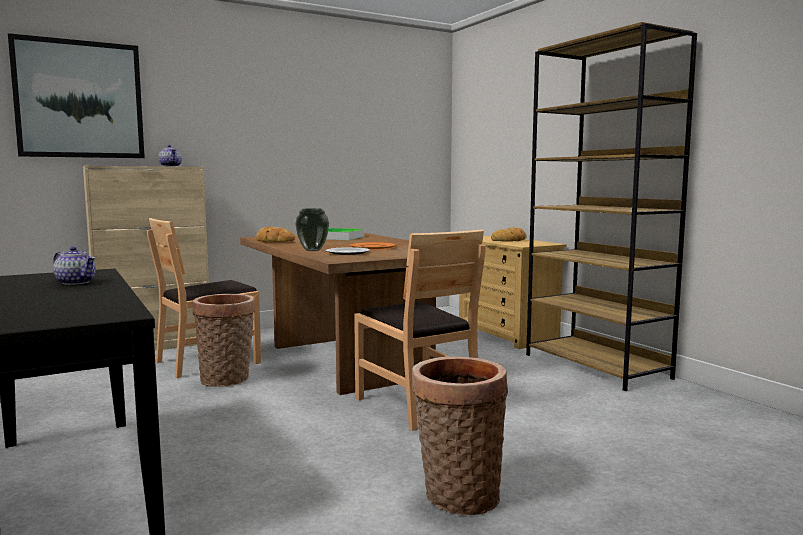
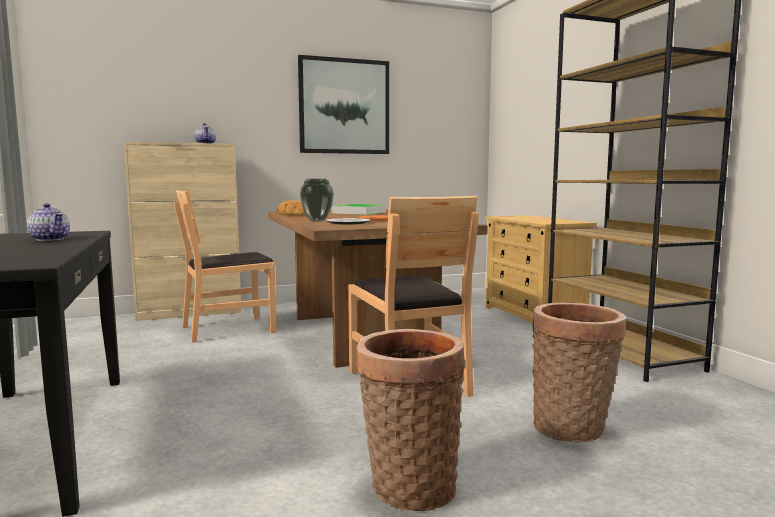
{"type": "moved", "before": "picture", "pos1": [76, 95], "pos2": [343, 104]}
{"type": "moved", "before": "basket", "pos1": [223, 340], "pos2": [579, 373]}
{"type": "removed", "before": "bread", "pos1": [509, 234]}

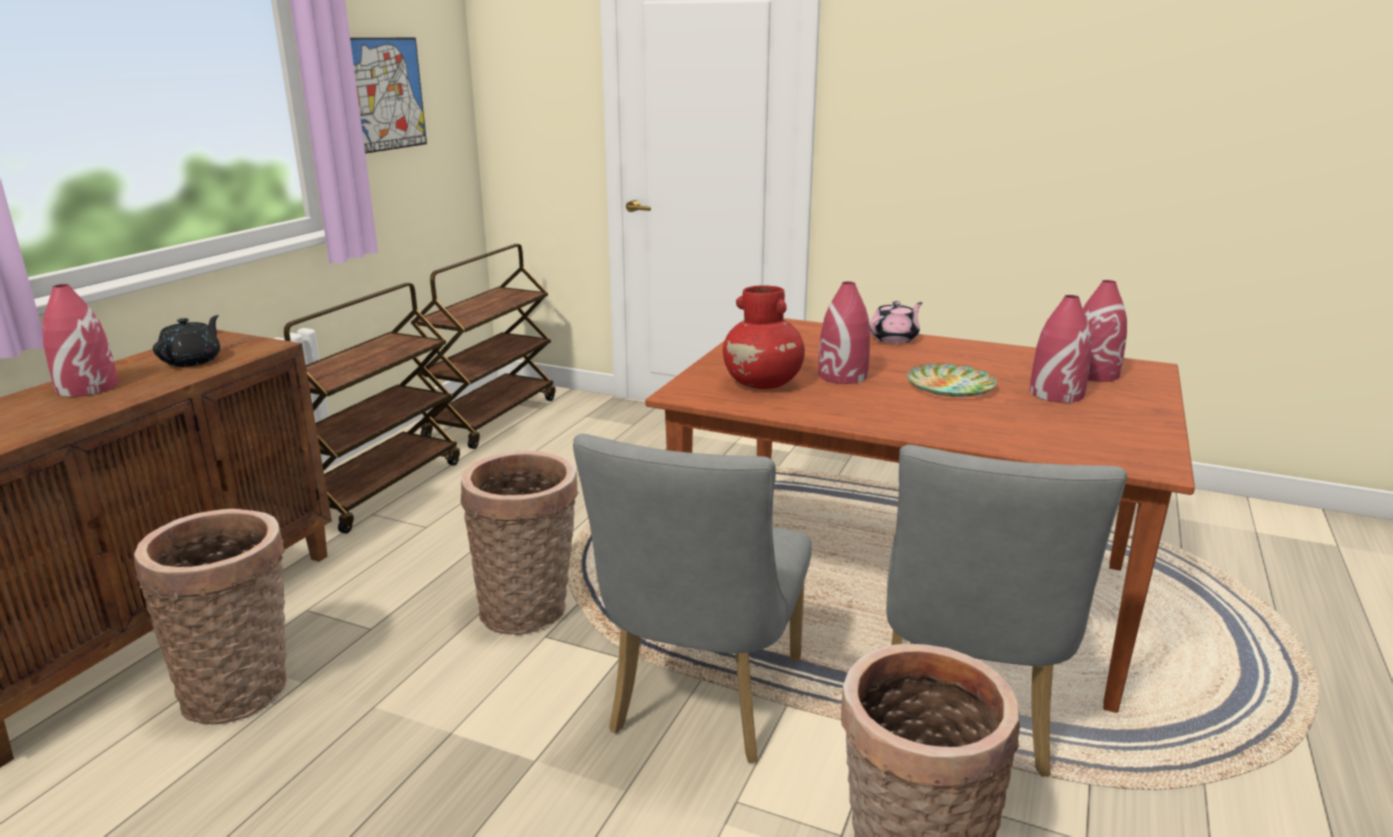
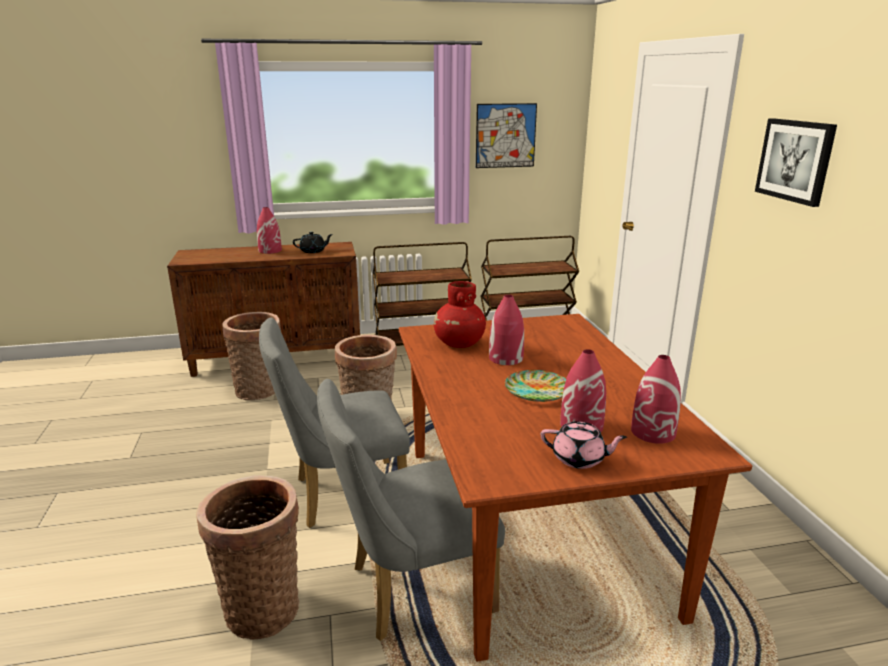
{"type": "moved", "before": "pink_teapot", "pos1": [896, 322], "pos2": [584, 445]}
{"type": "added", "after": "picture", "pos2": [796, 162]}

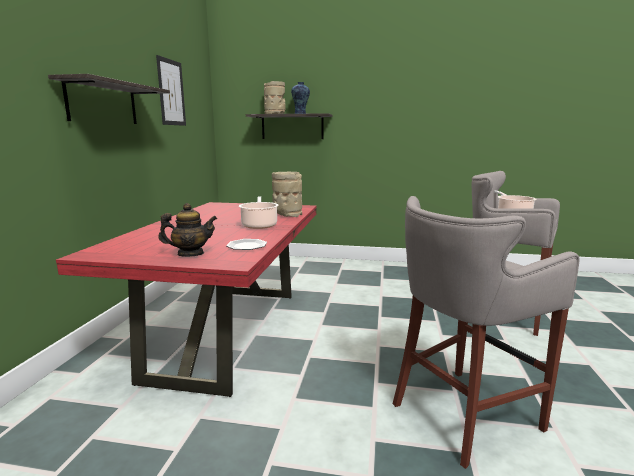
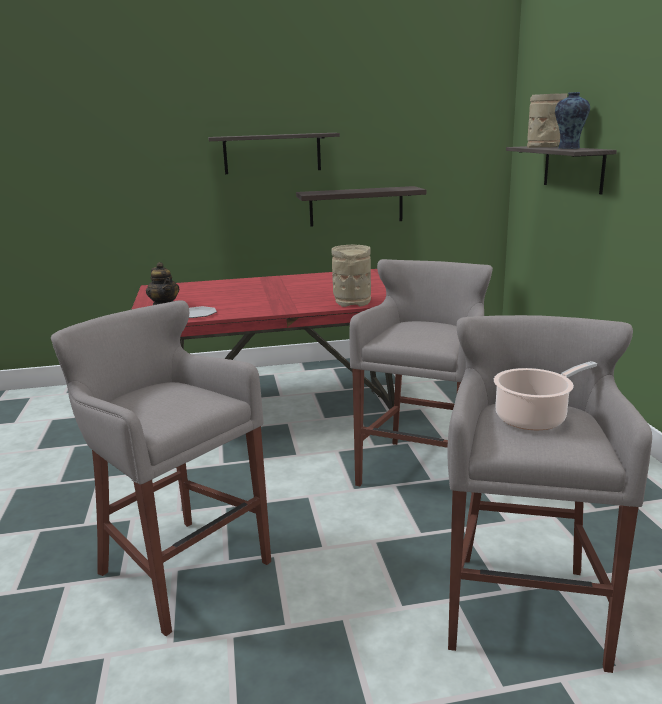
{"type": "removed", "before": "picture", "pos1": [171, 90]}
{"type": "removed", "before": "cooking_pot", "pos1": [259, 213]}
{"type": "added", "after": "shelf", "pos2": [361, 206]}
{"type": "added", "after": "grey_stool", "pos2": [421, 372]}

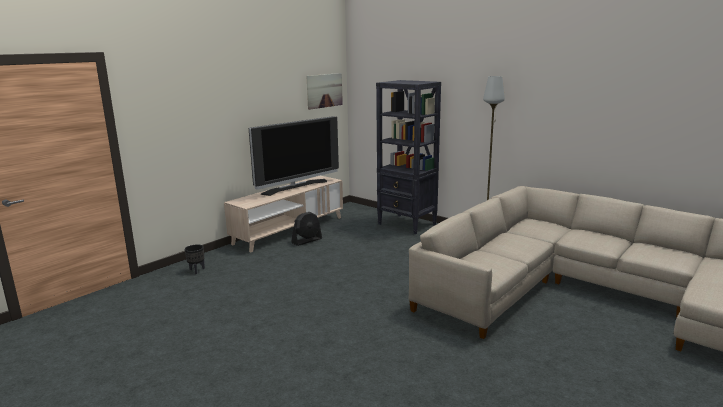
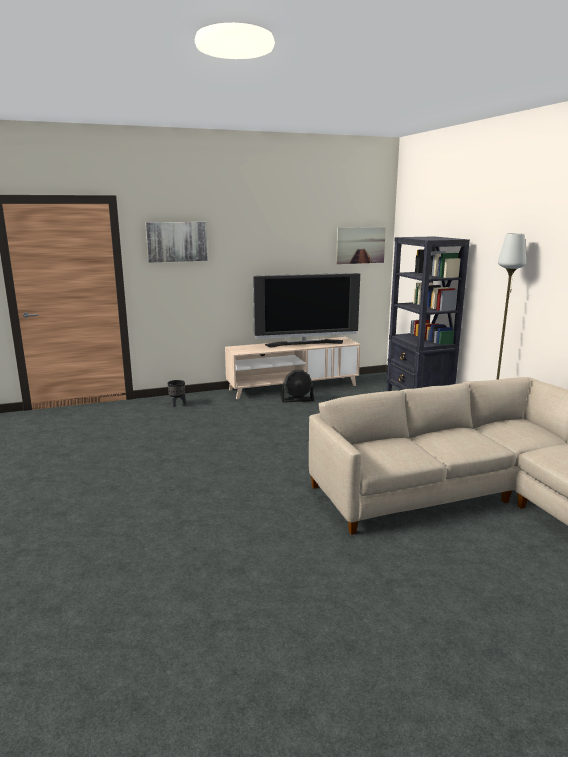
{"type": "added", "after": "picture", "pos2": [176, 242]}

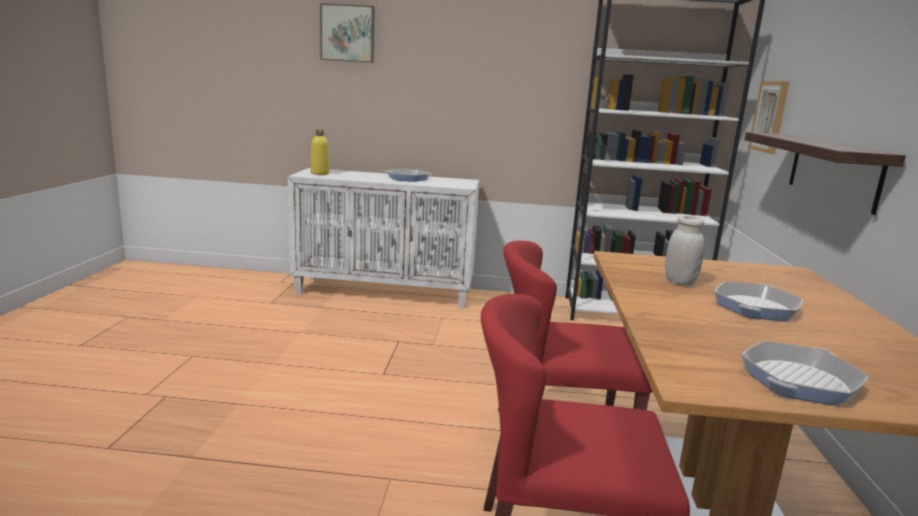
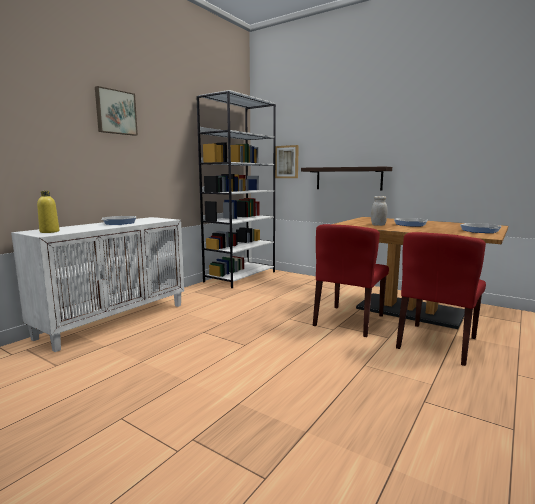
{"type": "moved", "before": "picture", "pos1": [347, 33], "pos2": [116, 111]}

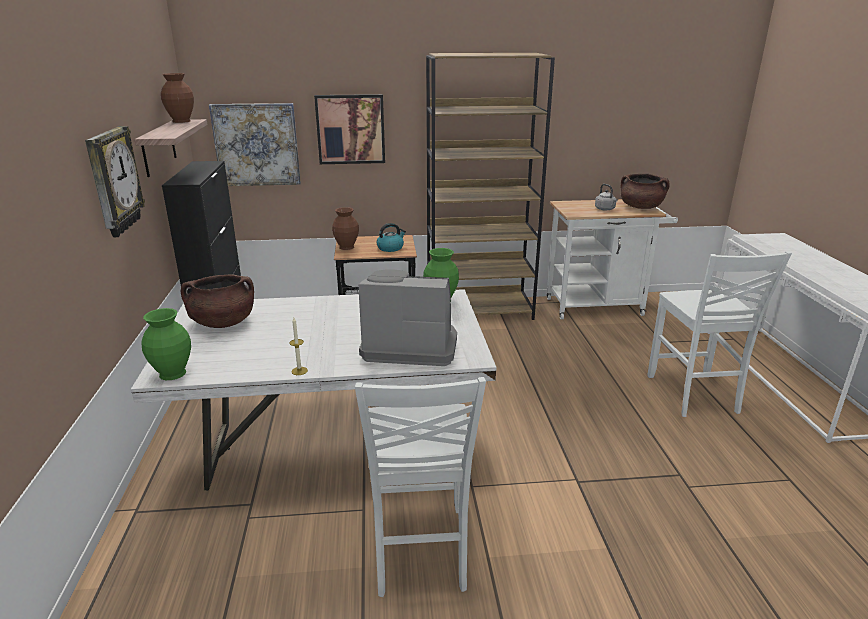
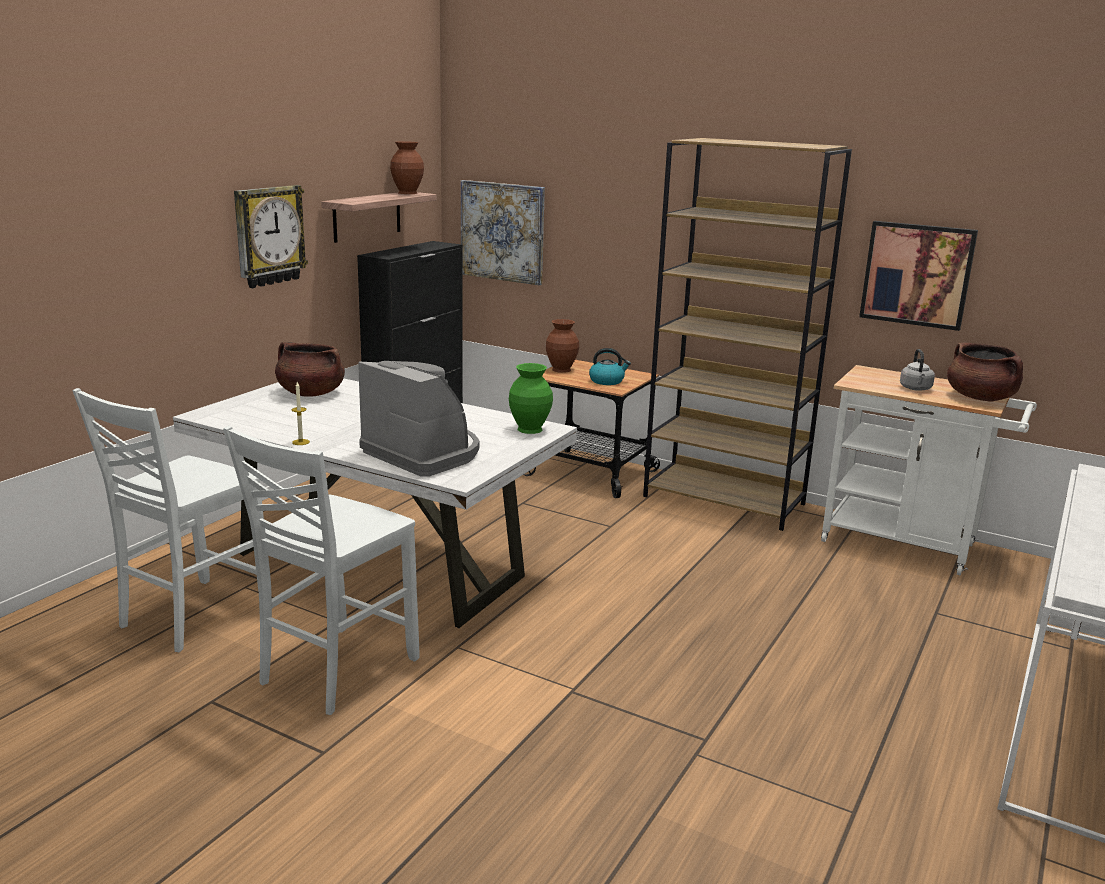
{"type": "removed", "before": "green_vase", "pos1": [166, 344]}
{"type": "moved", "before": "picture", "pos1": [349, 129], "pos2": [918, 276]}
{"type": "moved", "before": "white_chair", "pos1": [720, 334], "pos2": [168, 520]}

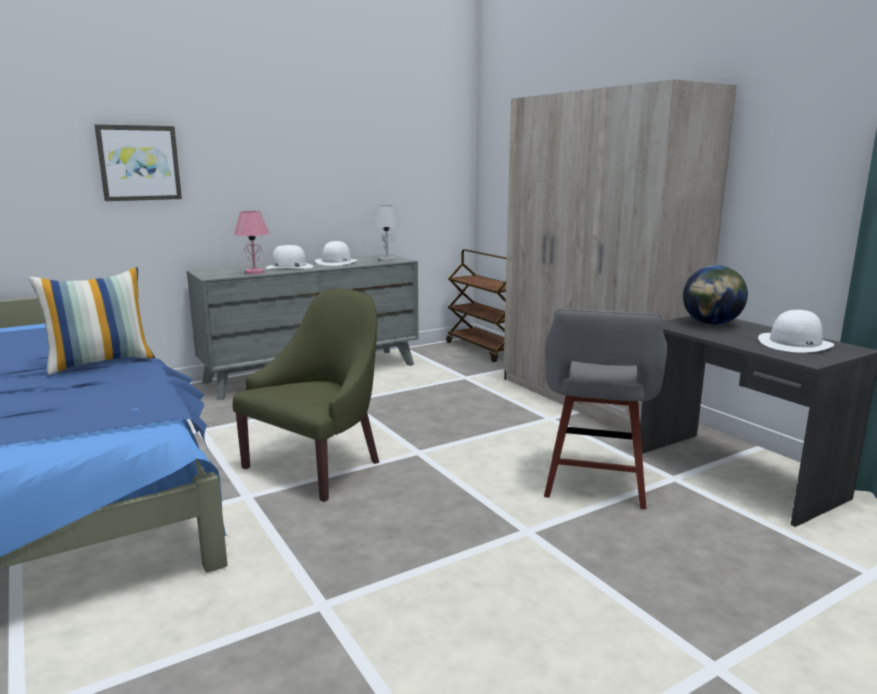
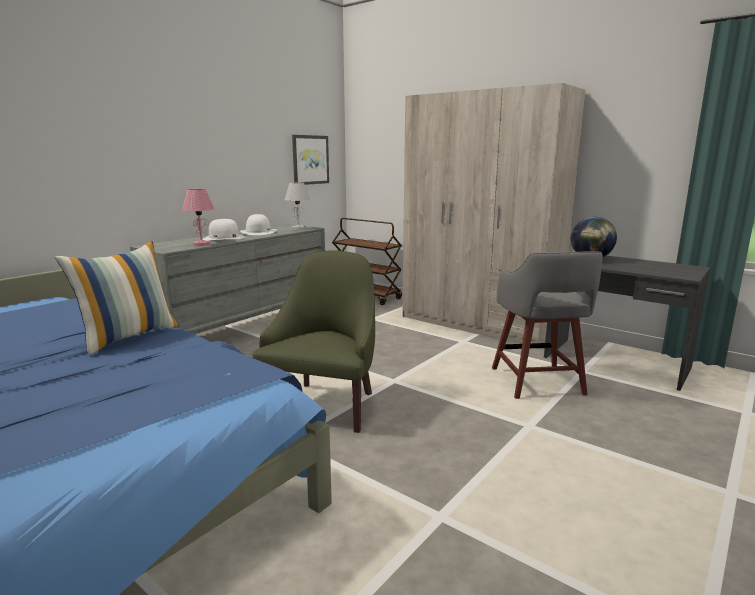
{"type": "moved", "before": "picture", "pos1": [138, 162], "pos2": [310, 160]}
{"type": "removed", "before": "white_hat", "pos1": [796, 331]}

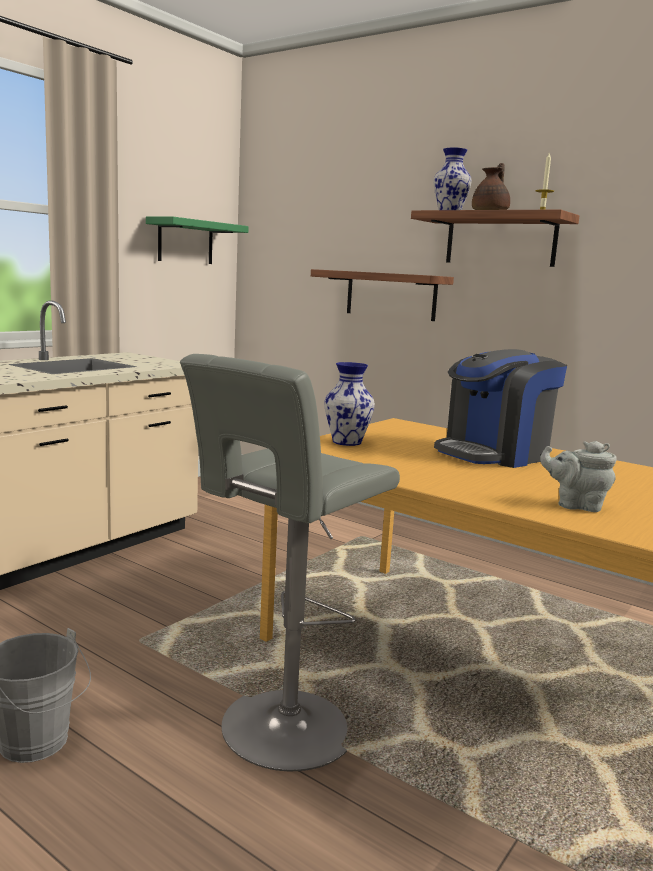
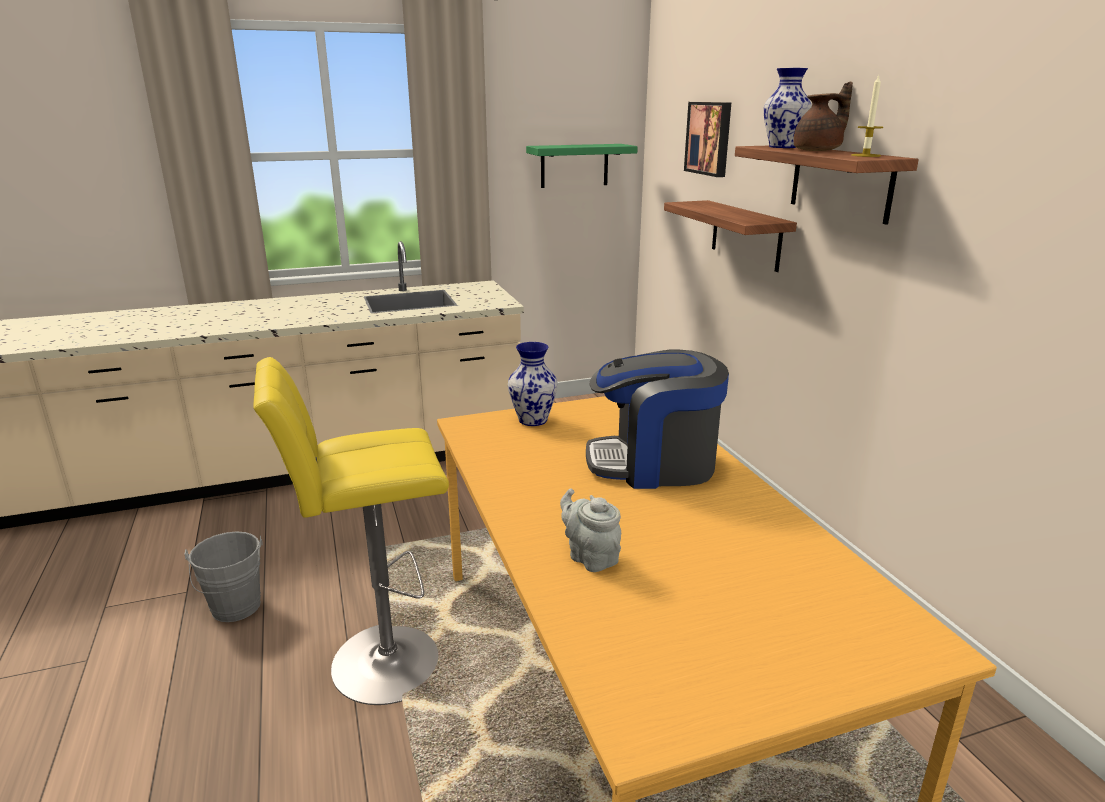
{"type": "recoloured", "before": "grey_stool", "after": "yellow_stool", "pos1": [290, 562], "pos2": [351, 531]}
{"type": "added", "after": "picture", "pos2": [707, 139]}

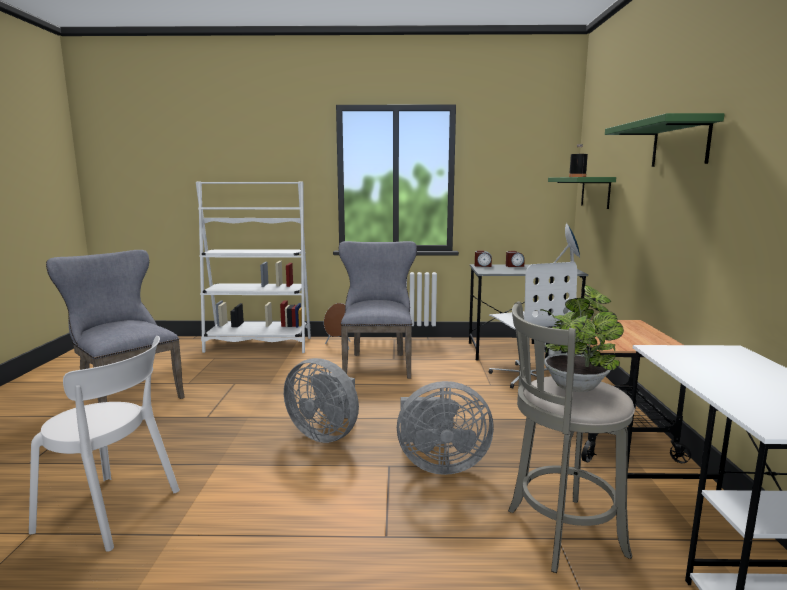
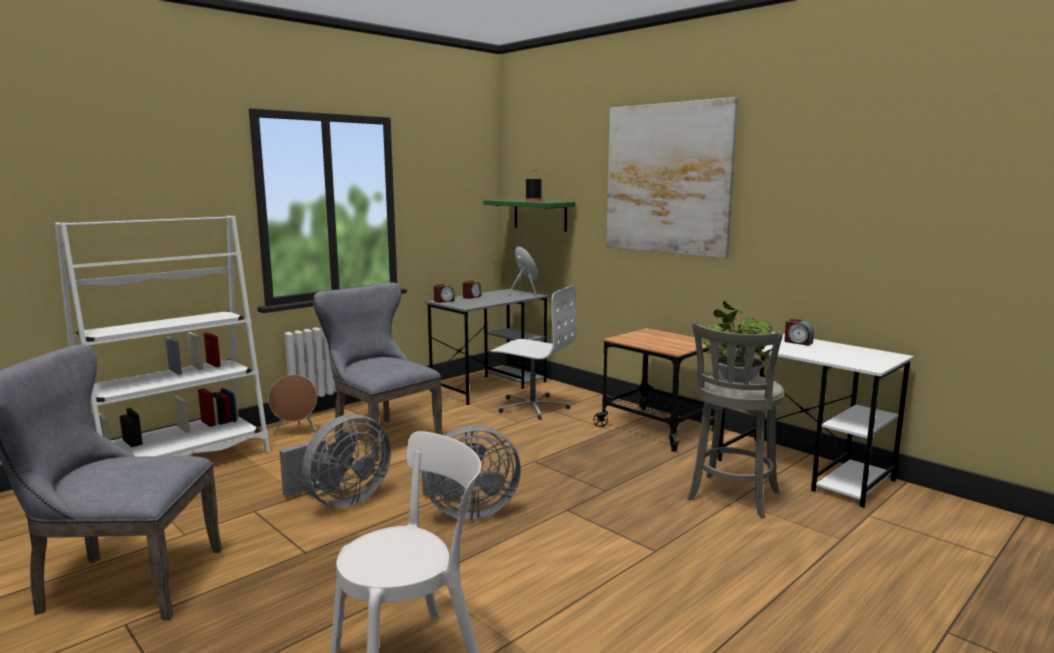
{"type": "moved", "before": "grey_fan", "pos1": [445, 428], "pos2": [335, 460]}
{"type": "replaced", "before": "green_shelf", "after": "picture", "pos1": [665, 140], "pos2": [672, 177]}
{"type": "added", "after": "alarm_clock", "pos2": [799, 332]}

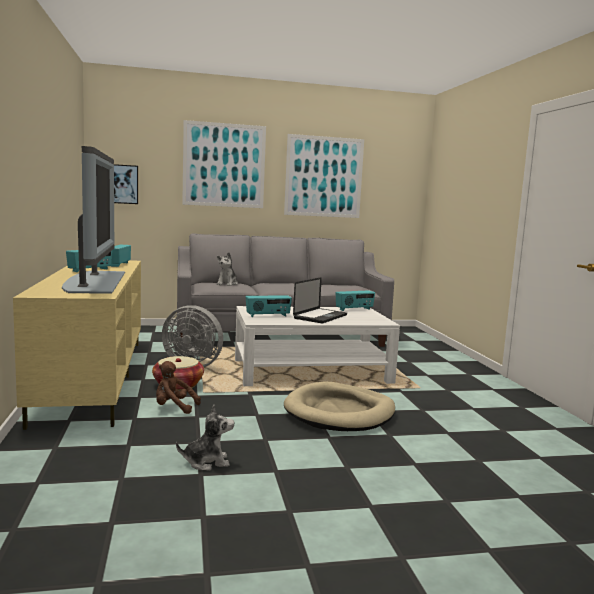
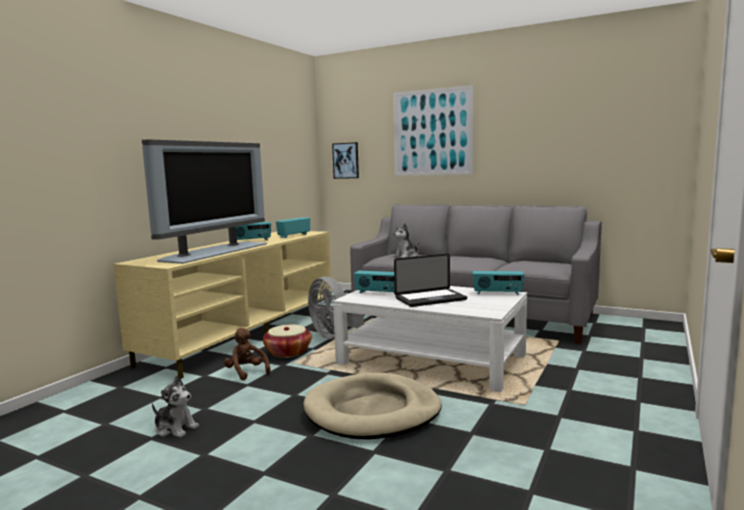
{"type": "removed", "before": "picture", "pos1": [324, 176]}

